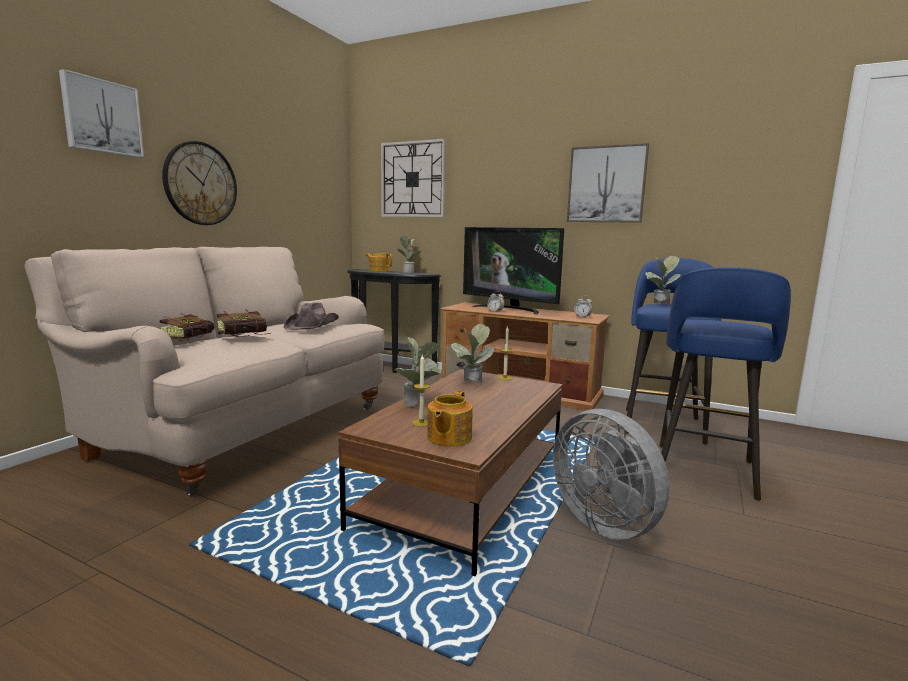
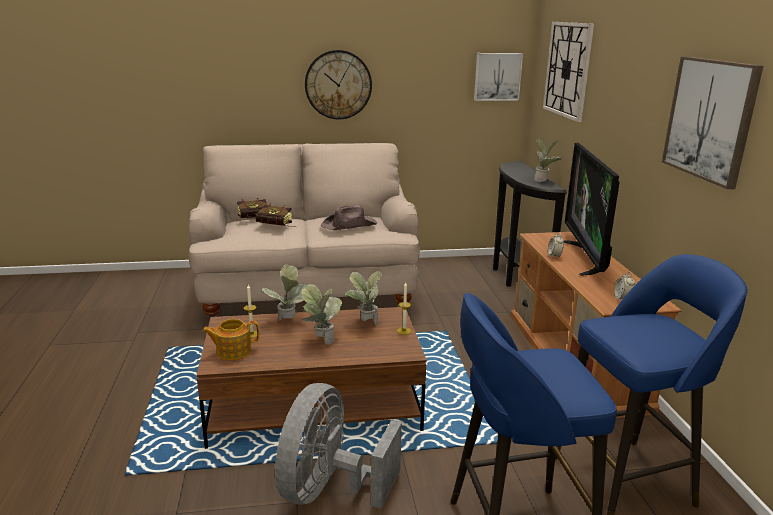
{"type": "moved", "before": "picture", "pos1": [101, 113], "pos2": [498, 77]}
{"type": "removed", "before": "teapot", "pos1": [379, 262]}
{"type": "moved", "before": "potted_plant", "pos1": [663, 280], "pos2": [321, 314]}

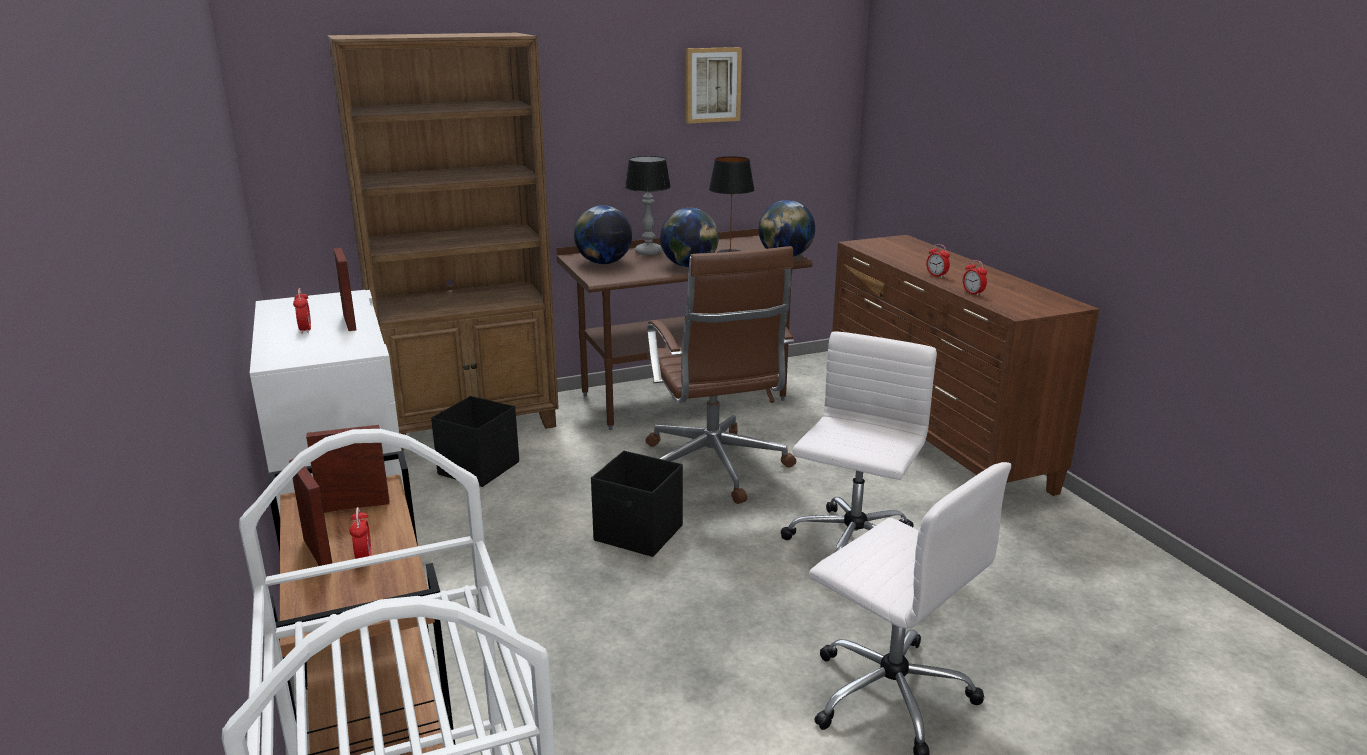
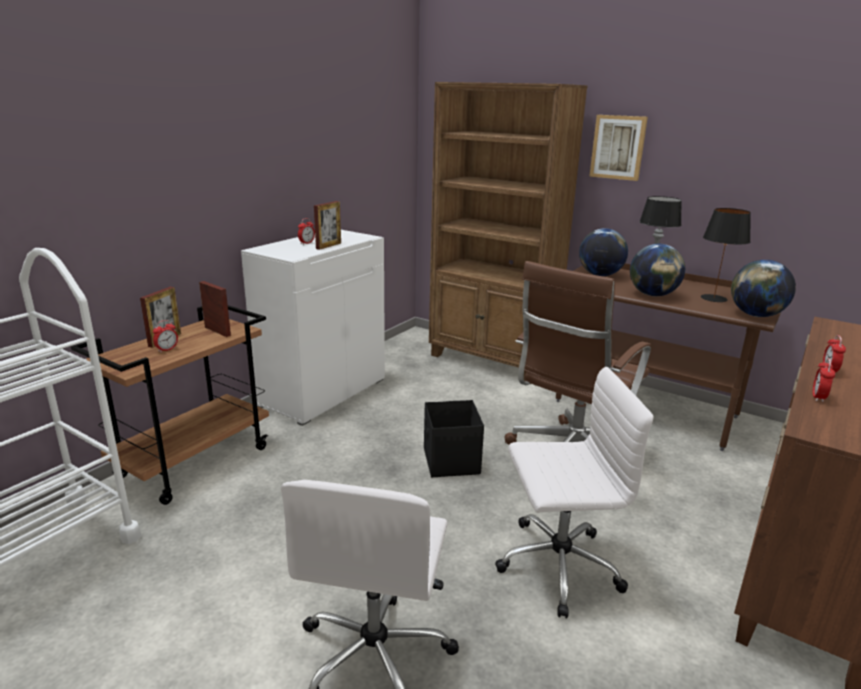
{"type": "removed", "before": "black_storage_box", "pos1": [475, 441]}
{"type": "moved", "before": "picture", "pos1": [714, 85], "pos2": [618, 148]}

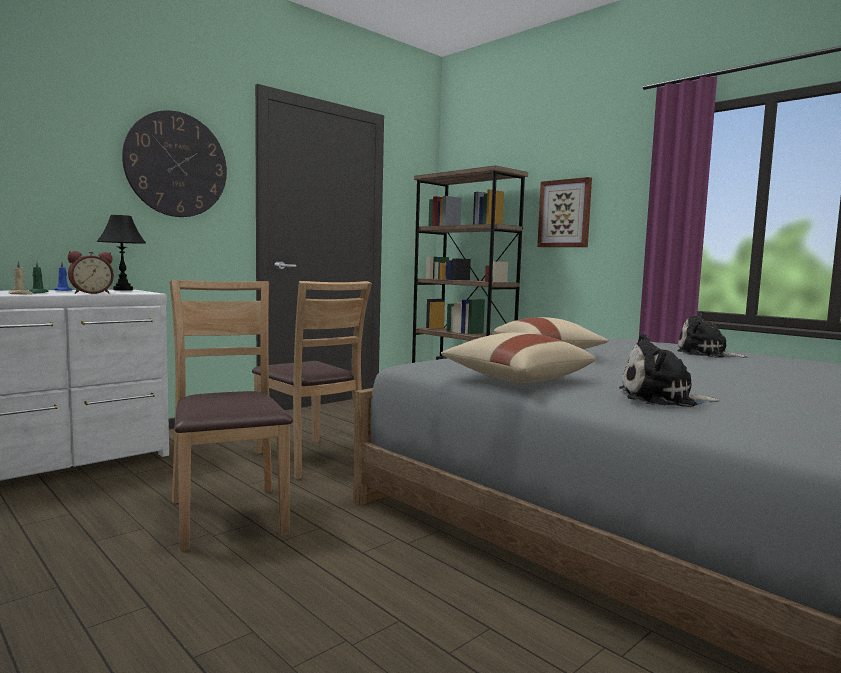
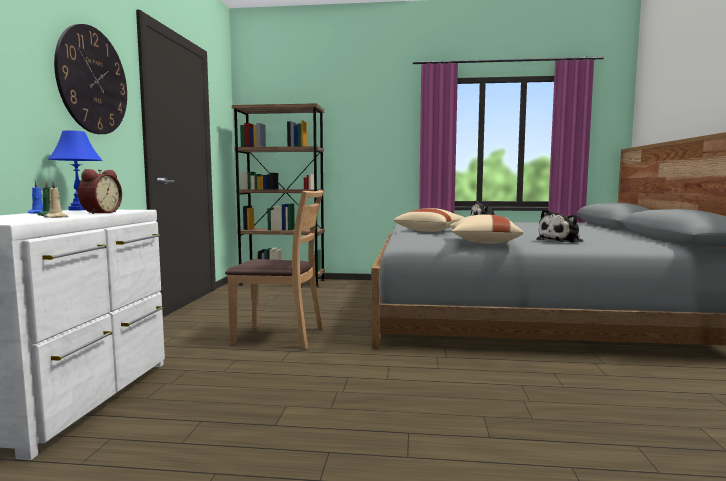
{"type": "recoloured", "before": "black_table_lamp", "after": "blue_table_lamp", "pos1": [121, 253], "pos2": [75, 170]}
{"type": "removed", "before": "brown_chair", "pos1": [231, 416]}
{"type": "removed", "before": "picture", "pos1": [564, 212]}

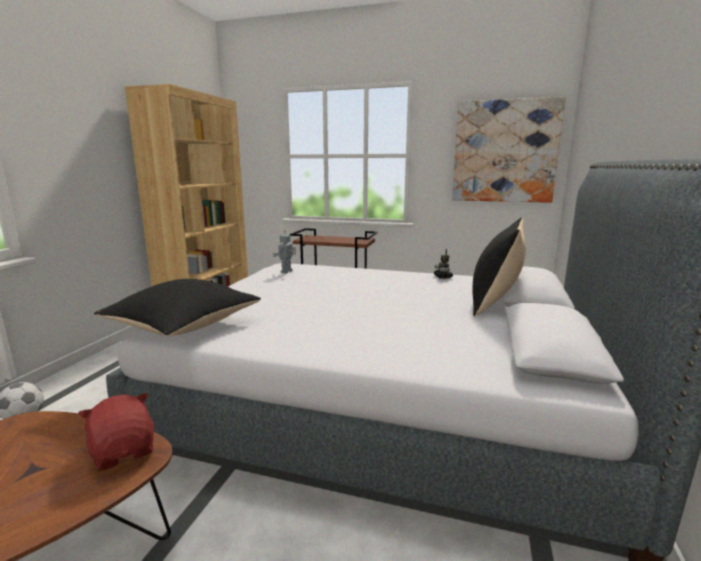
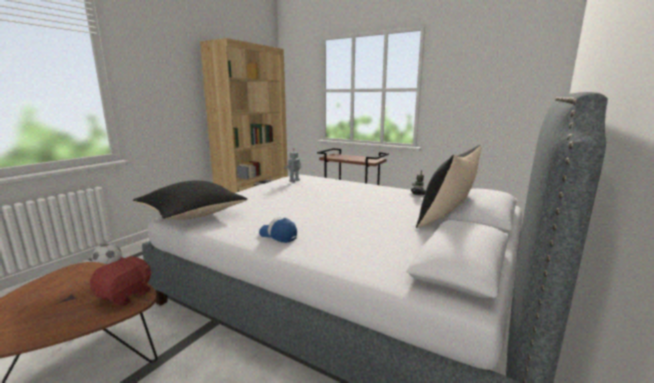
{"type": "turned", "before": "red_plush_toy", "pos1": [116, 432], "pos2": [120, 281], "turn": 45}
{"type": "removed", "before": "picture", "pos1": [509, 150]}
{"type": "added", "after": "cap", "pos2": [278, 230]}

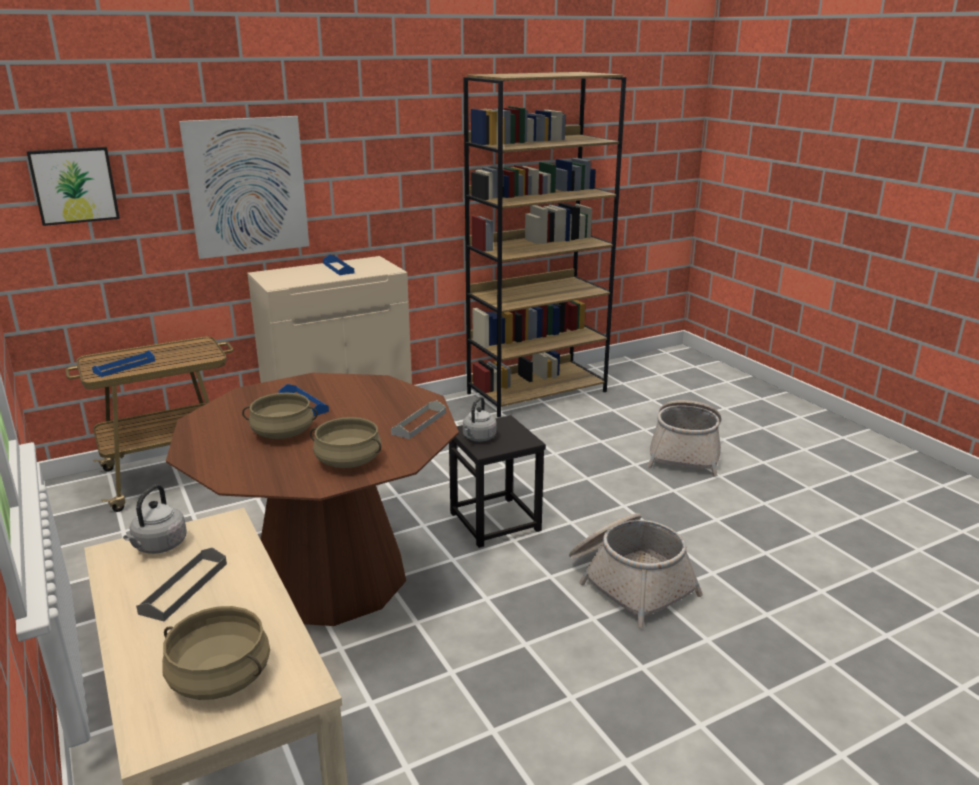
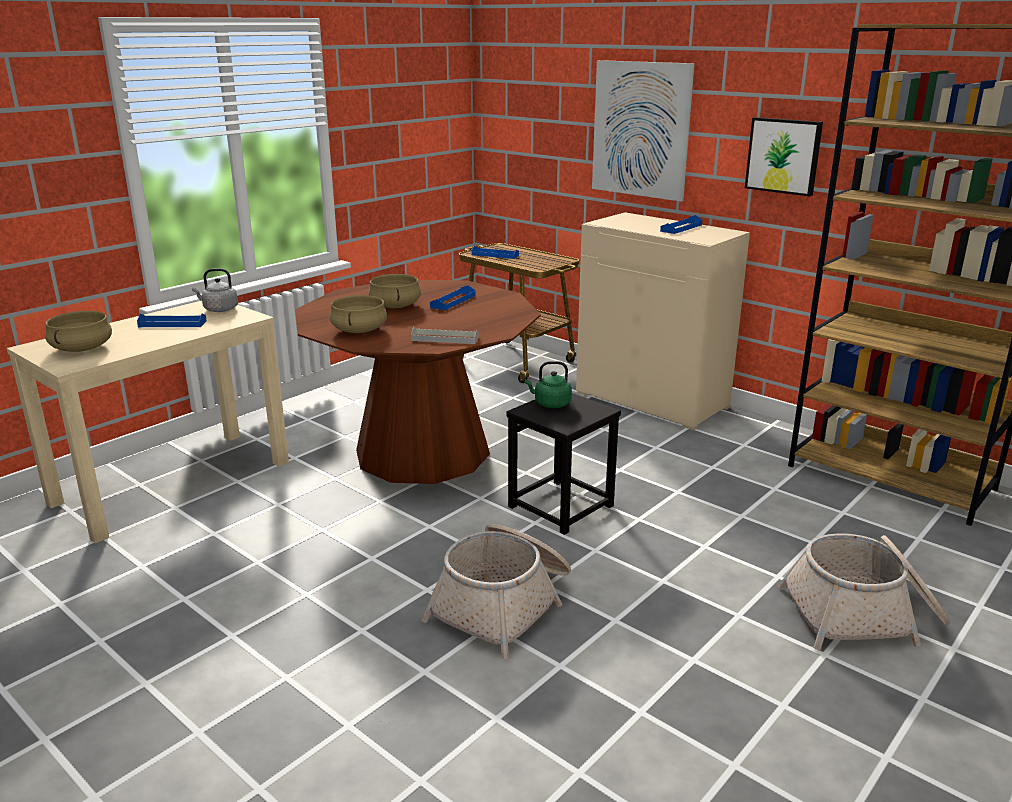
{"type": "moved", "before": "picture", "pos1": [73, 186], "pos2": [784, 157]}
{"type": "recoloured", "before": "grey_tray", "after": "blue_tray", "pos1": [181, 584], "pos2": [172, 320]}
{"type": "recoloured", "before": "grey_kettle", "after": "green_kettle", "pos1": [480, 419], "pos2": [548, 384]}

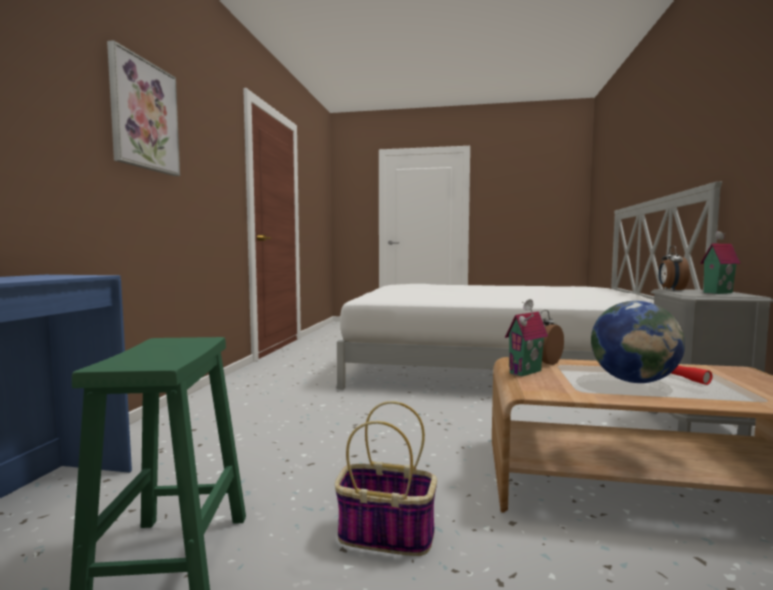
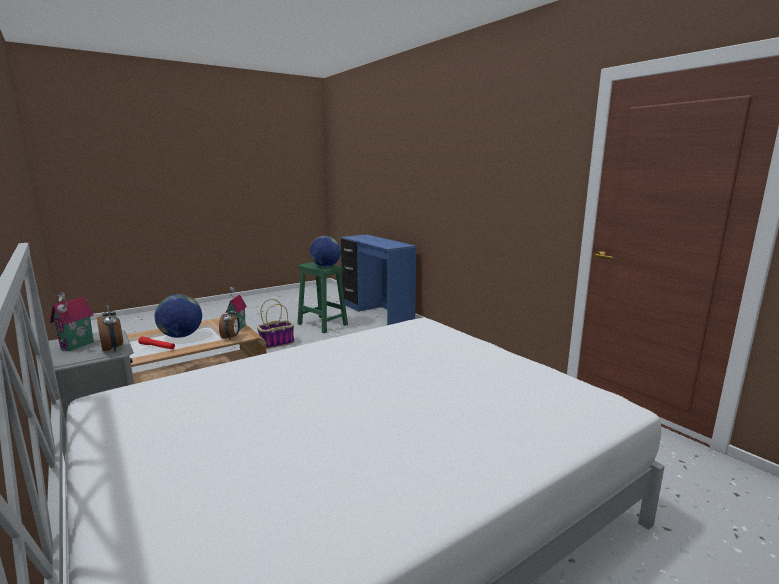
{"type": "removed", "before": "picture", "pos1": [143, 108]}
{"type": "added", "after": "globe", "pos2": [325, 251]}

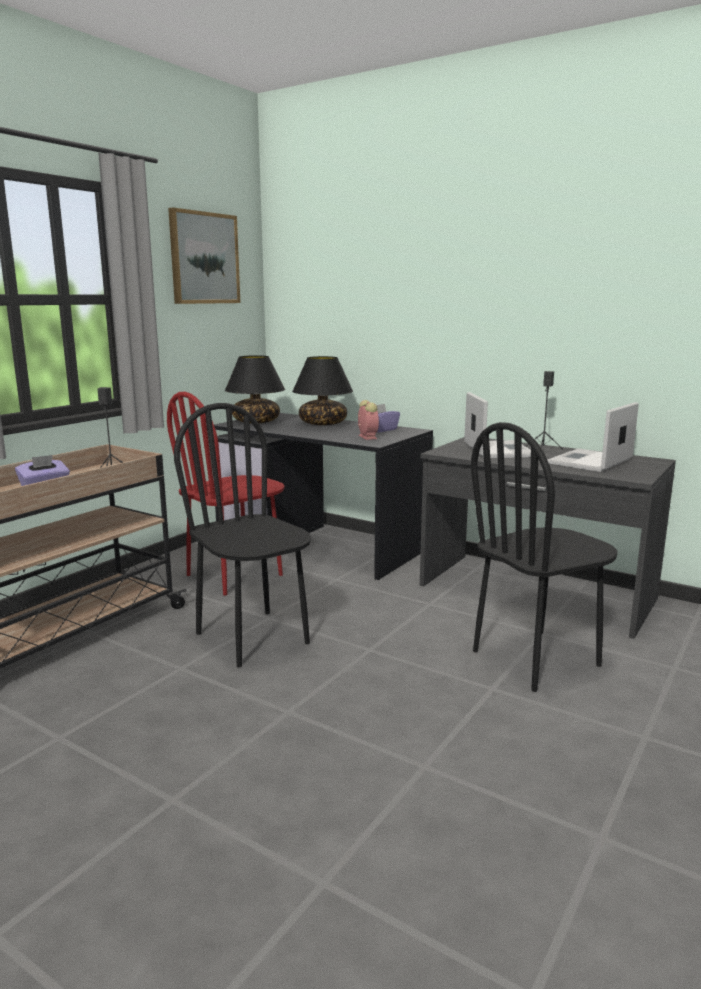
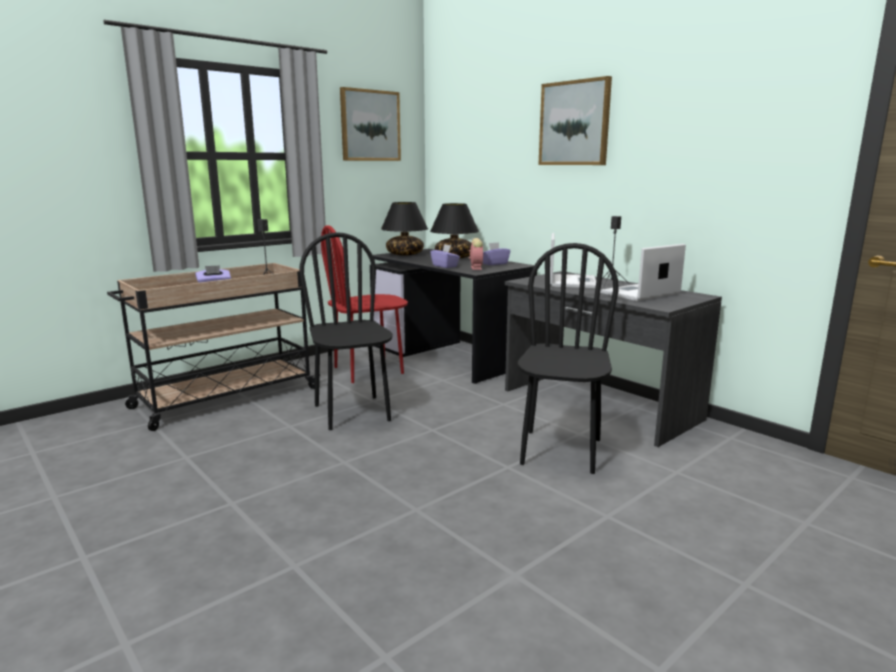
{"type": "turned", "before": "black_chair", "pos1": [544, 557], "pos2": [568, 358], "turn": 120}
{"type": "added", "after": "purple_tissue_box", "pos2": [445, 256]}
{"type": "added", "after": "picture", "pos2": [575, 120]}

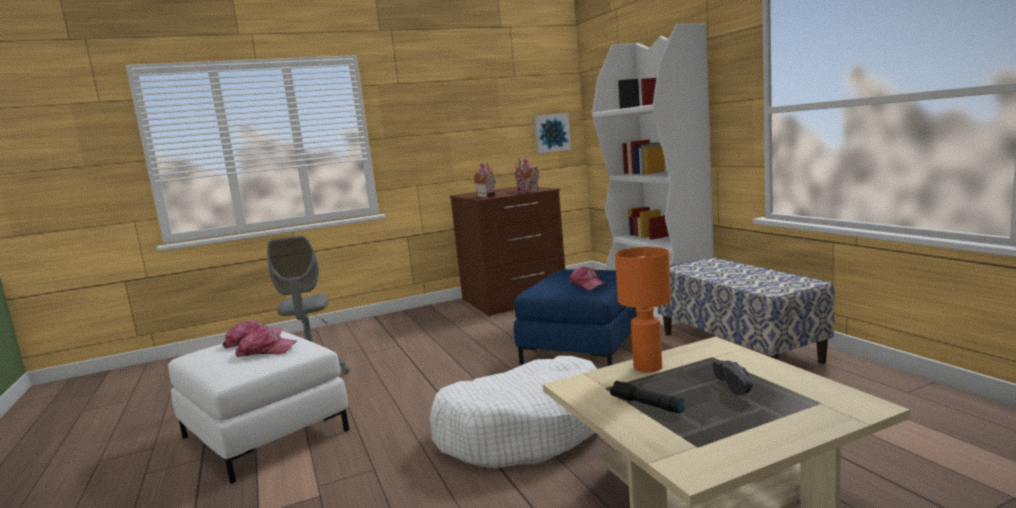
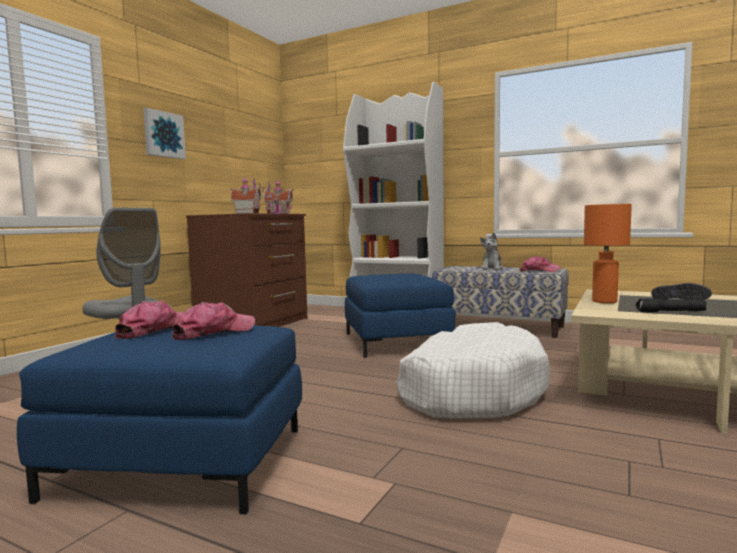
{"type": "recoloured", "before": "white_ottoman", "after": "blue_ottoman", "pos1": [258, 407], "pos2": [159, 419]}
{"type": "moved", "before": "picture", "pos1": [552, 133], "pos2": [164, 133]}
{"type": "moved", "before": "cap", "pos1": [588, 278], "pos2": [540, 264]}
{"type": "added", "after": "plush_toy", "pos2": [492, 251]}

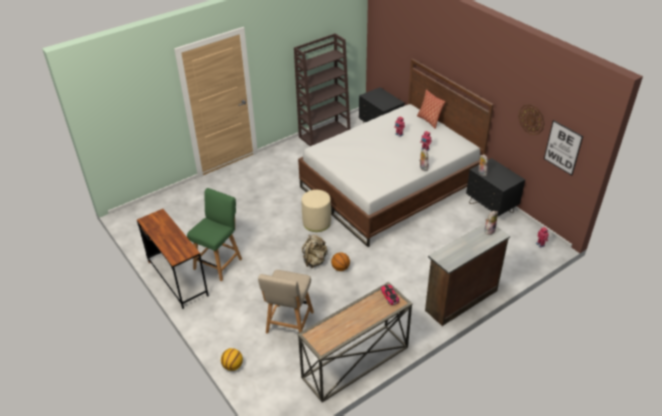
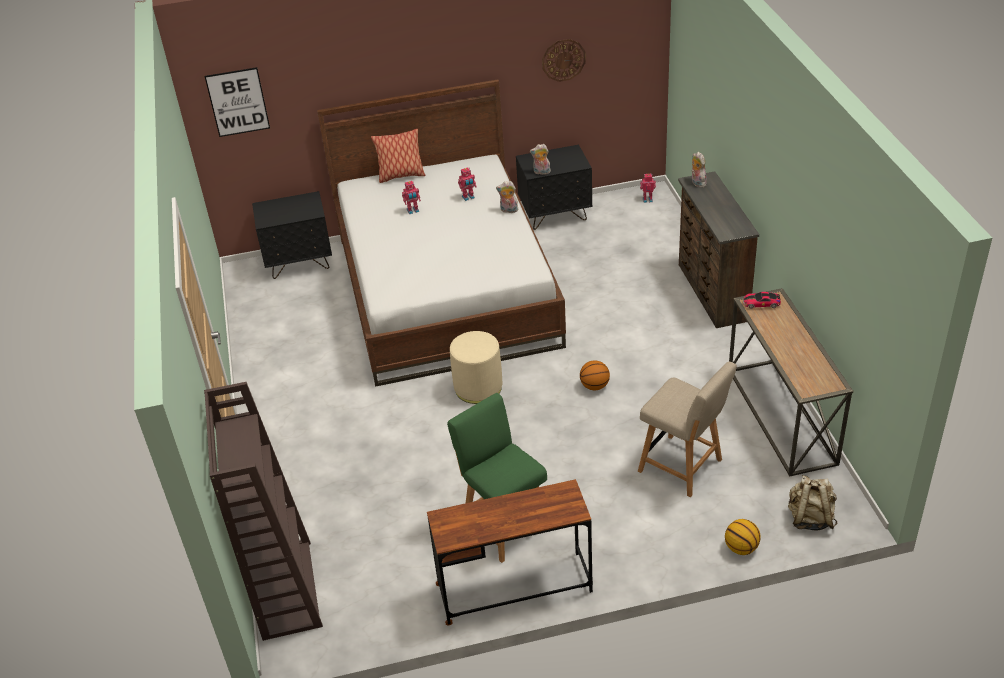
{"type": "moved", "before": "brown_bookcase", "pos1": [322, 89], "pos2": [263, 511]}
{"type": "moved", "before": "beige_backpack", "pos1": [315, 251], "pos2": [812, 502]}
{"type": "moved", "before": "picture", "pos1": [563, 147], "pos2": [237, 102]}

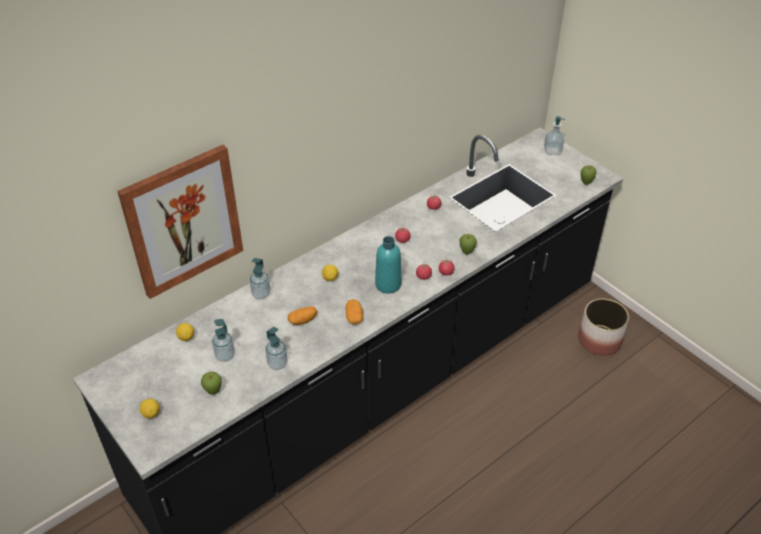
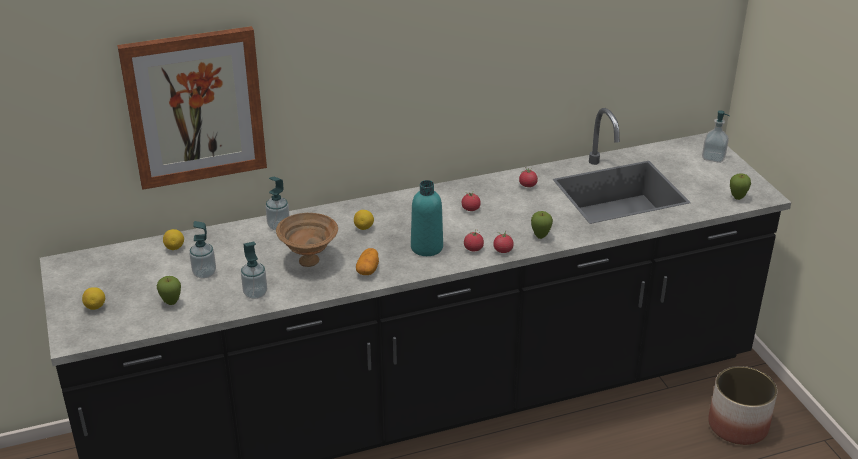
{"type": "replaced", "before": "potato", "after": "brown_bowl", "pos1": [302, 315], "pos2": [307, 240]}

